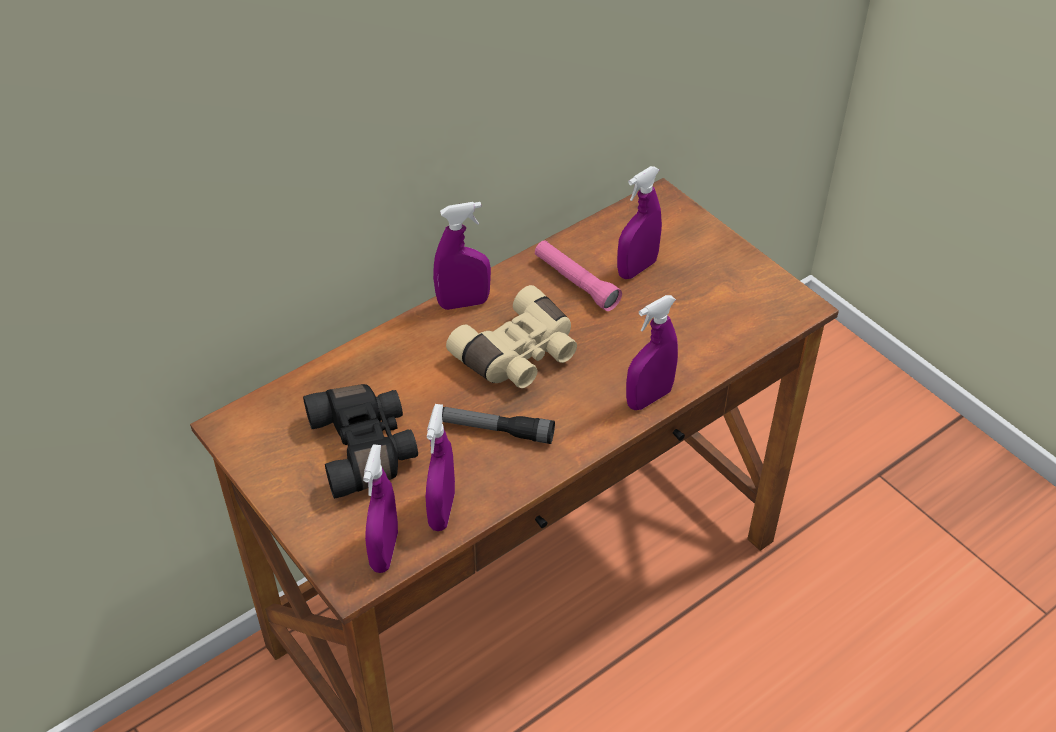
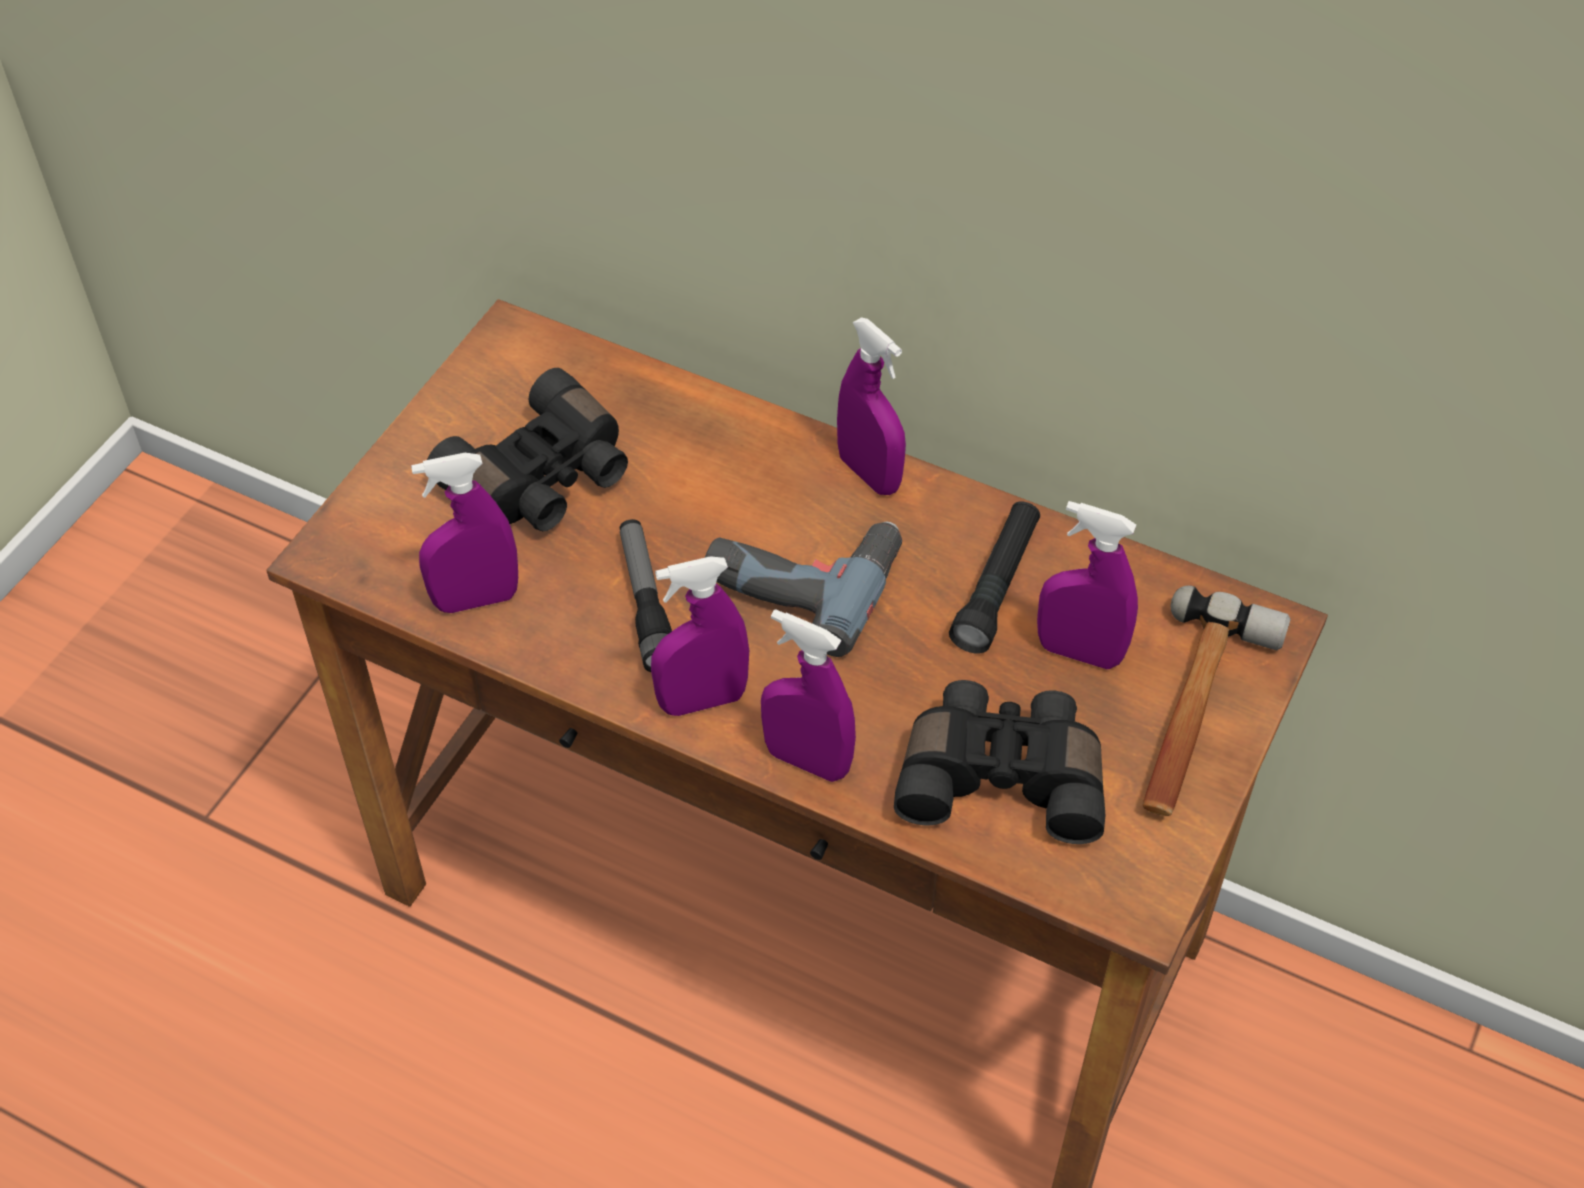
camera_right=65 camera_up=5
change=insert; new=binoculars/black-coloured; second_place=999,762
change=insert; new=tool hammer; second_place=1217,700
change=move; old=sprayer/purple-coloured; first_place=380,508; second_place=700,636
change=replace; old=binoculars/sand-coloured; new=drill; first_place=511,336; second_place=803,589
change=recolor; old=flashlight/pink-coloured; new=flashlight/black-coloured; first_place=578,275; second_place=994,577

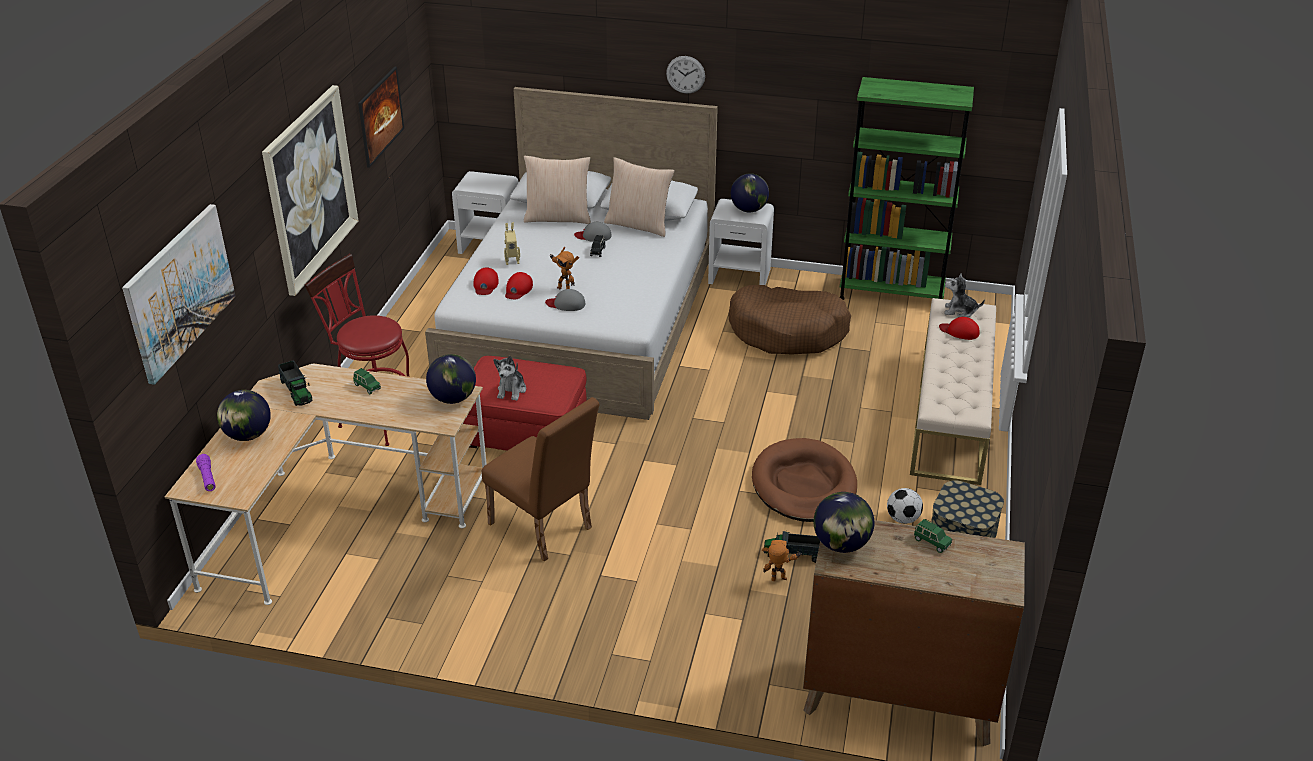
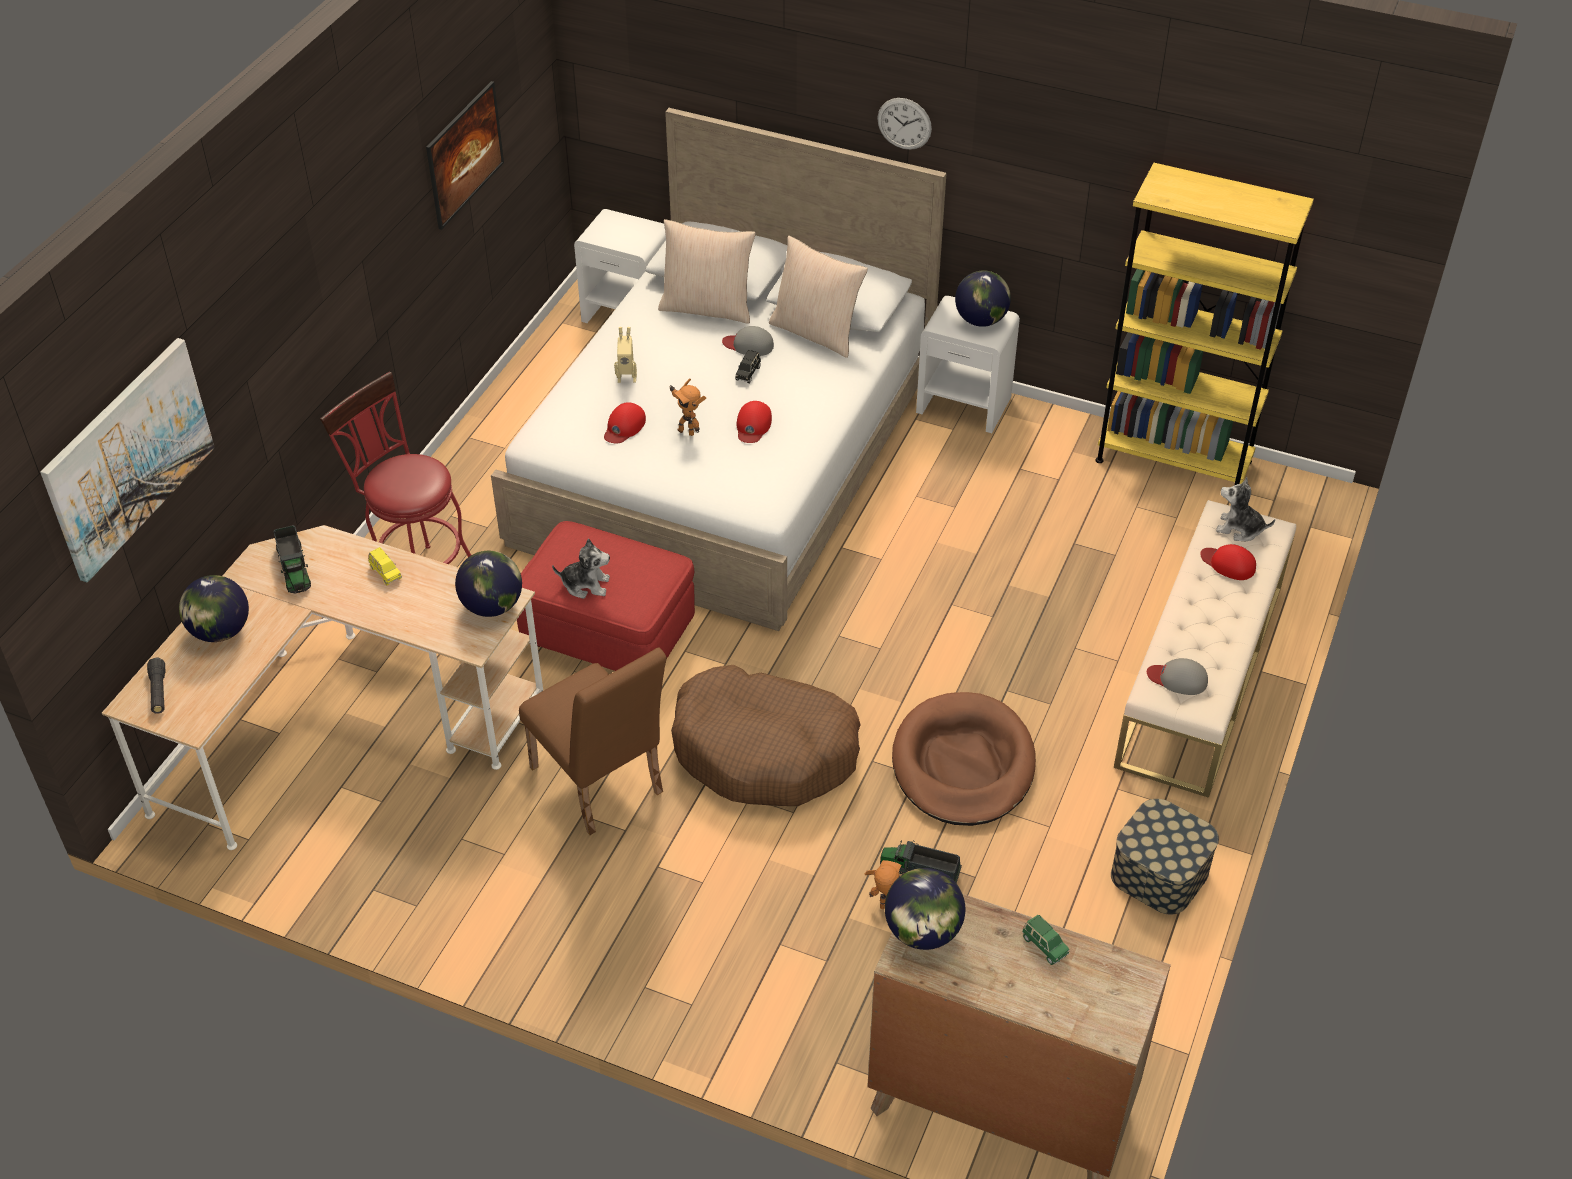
camera_right=10 camera_up=10
change=delete; old=wall art; first_place=310,190
change=delete; old=football; first_place=905,506
change=move; old=cap/reddish; first_place=486,281; second_place=754,422
change=move; old=cap/greyish; first_place=565,300; second_place=1177,676
change=move; old=dog bed/brown; first_place=789,320; second_place=766,735
change=recolor; old=flashlight/purple-coloured; new=flashlight/black-coloured; first_place=206,472; second_place=156,685
change=recolor; old=model car/greenish; new=model car/yellow; first_place=367,381; second_place=385,566
change=recolor; old=bookcase/greenish; new=bookcase/yellow; first_place=906,188; second_place=1204,324
change=rotate; old=soft toy; first_place=509,378; second_place=581,568; degrees=-105

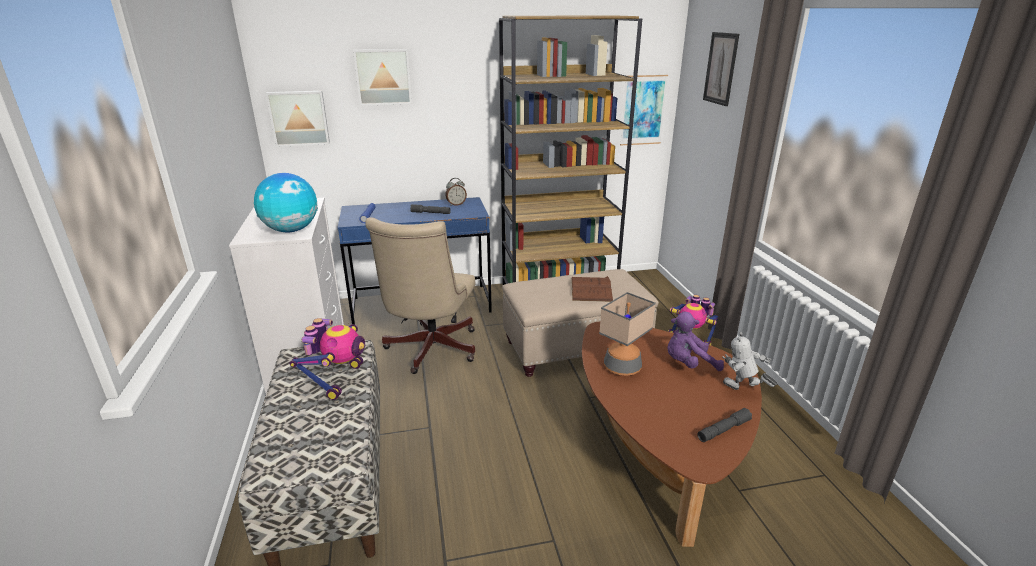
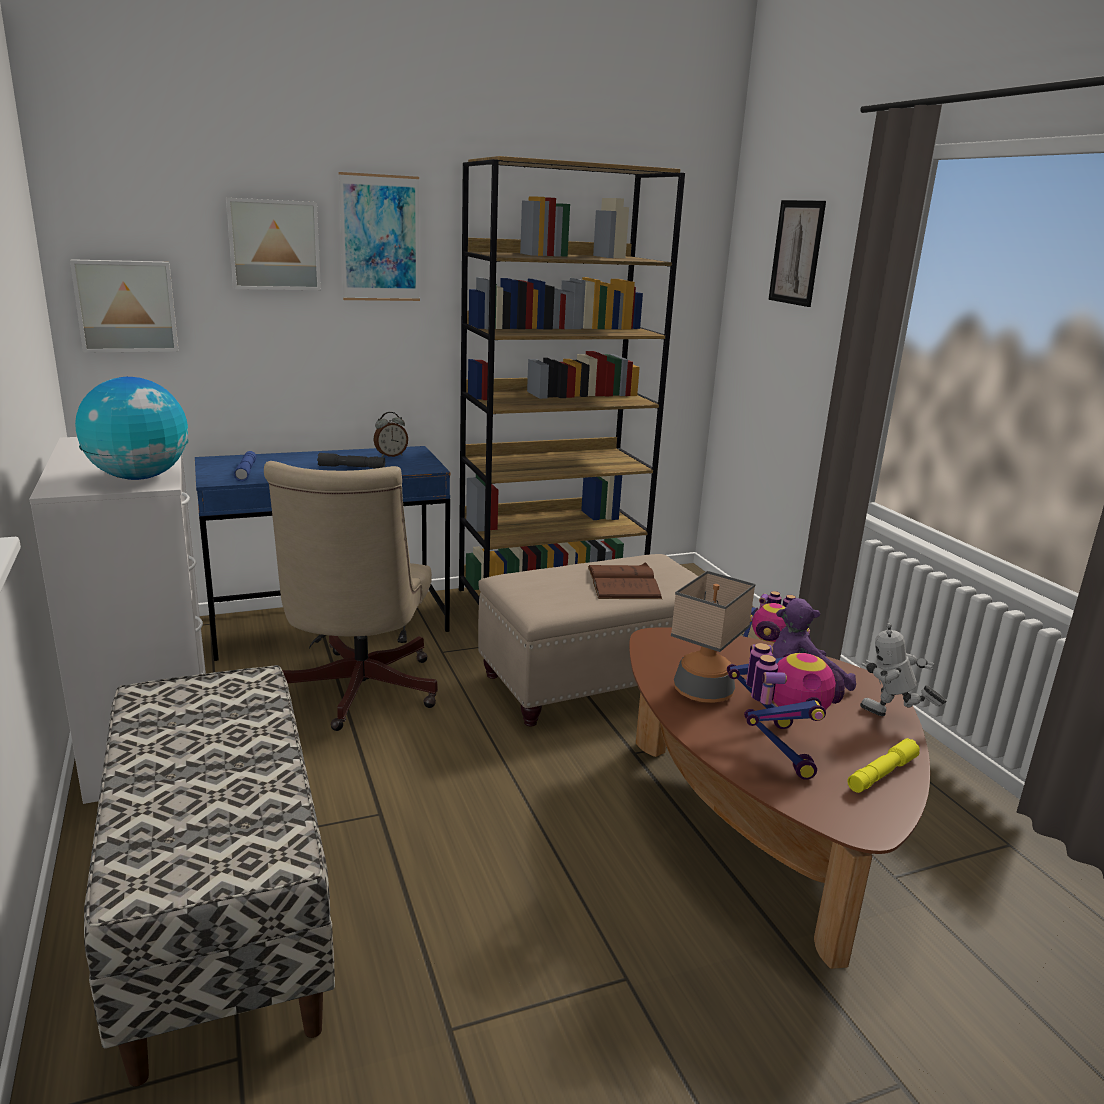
camera_right=-10 camera_up=-5
change=move; old=toy robot; first_place=327,359; second_place=786,711
change=move; old=wall art; first_place=644,110; second_place=379,236
change=recolor; old=flashlight/greyish; new=flashlight/yellow; first_place=724,425; second_place=883,765

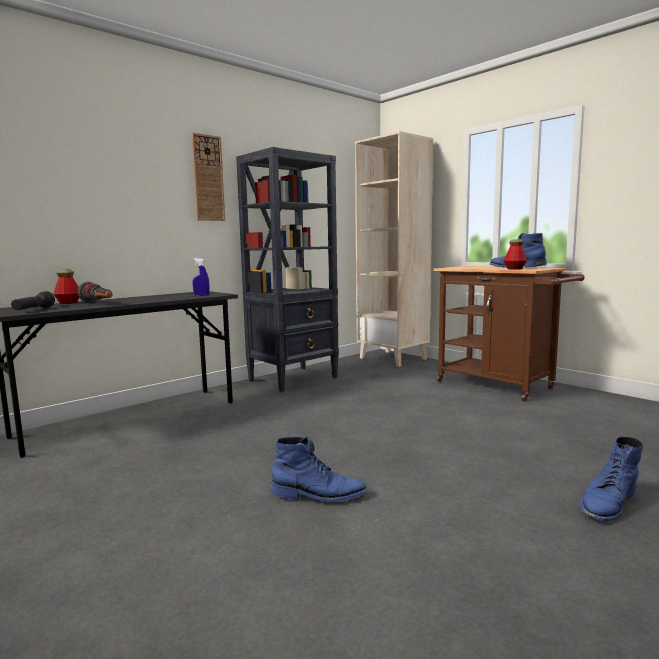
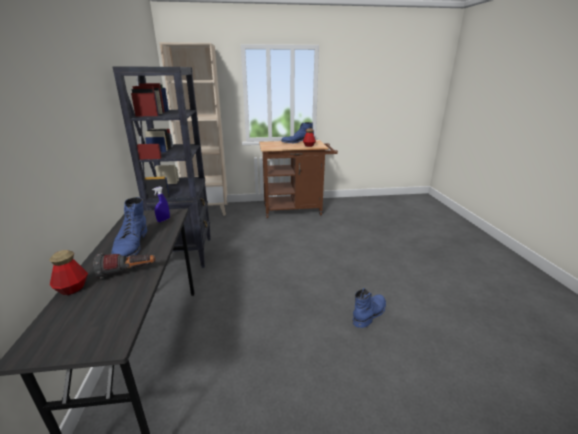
camera_right=-55 camera_up=15
change=delete; old=flashlight/black-coloured; first_place=33,300
change=delete; old=clock on the wall; first_place=208,177
change=move; old=boot/blue-coloured; first_place=612,478; second_place=129,227

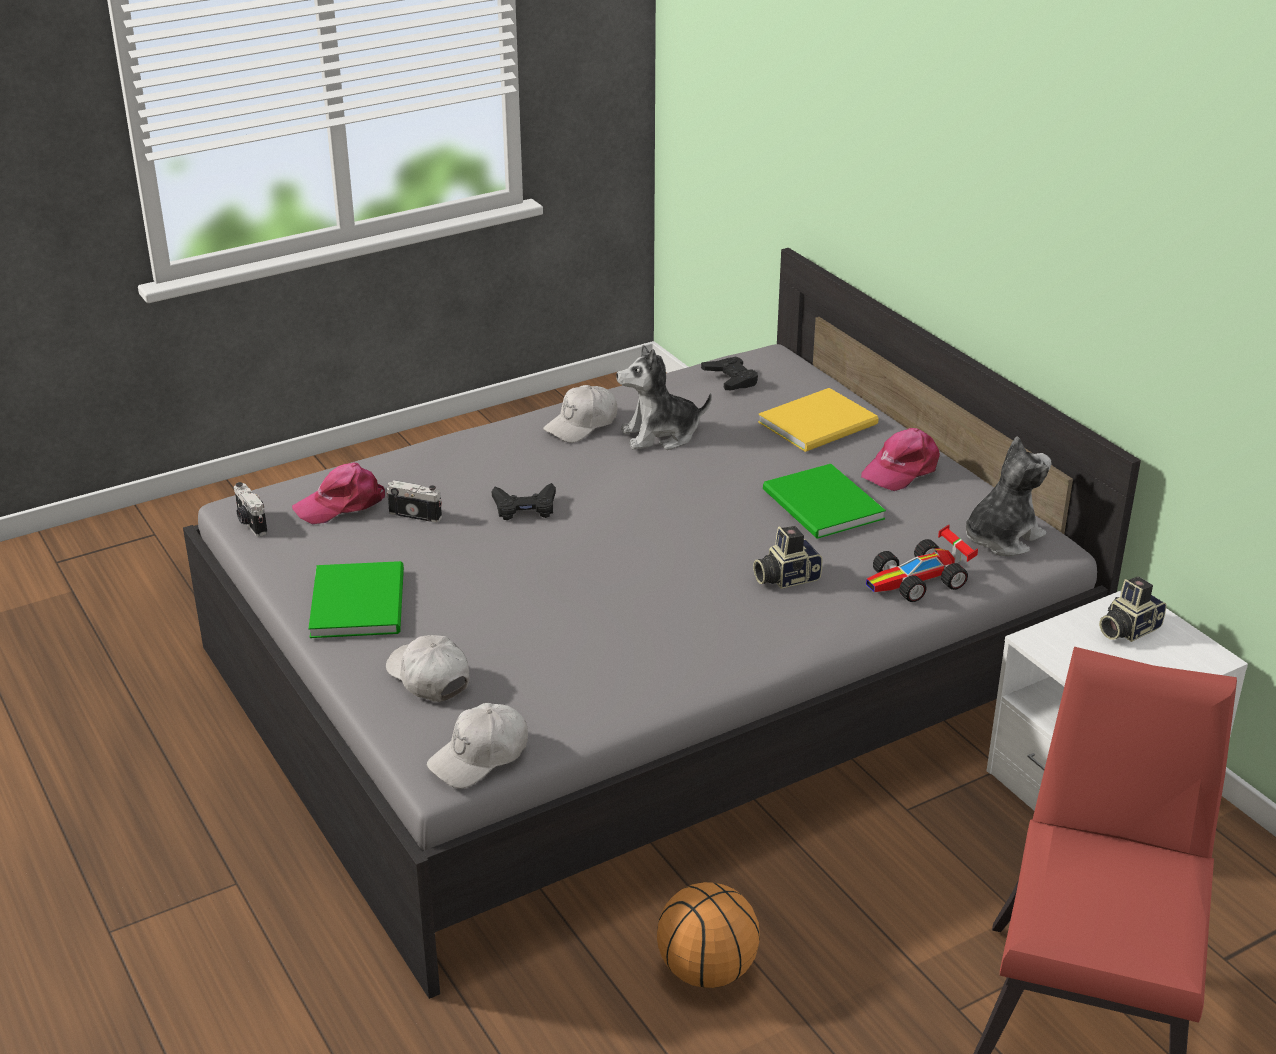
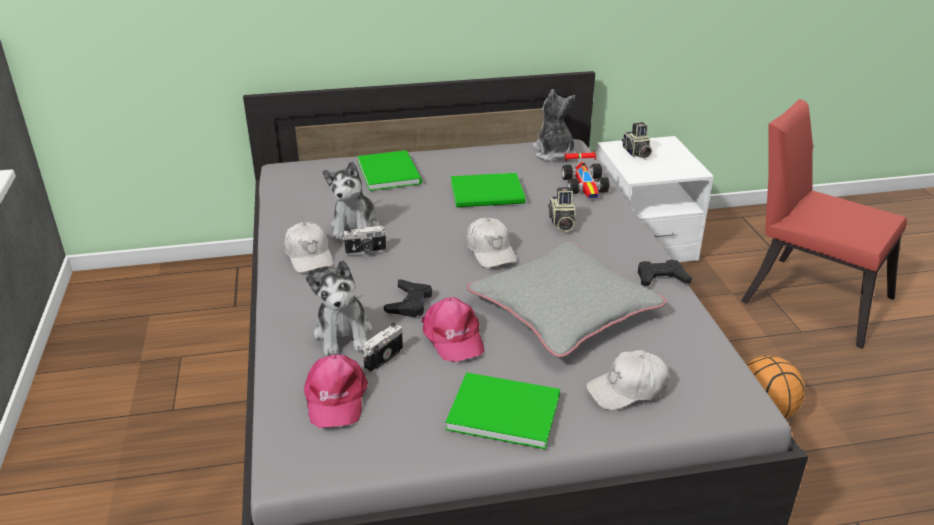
camera_right=-70 camera_up=0
change=insert; new=soft toy; second_place=339,308
change=insert; new=throw pillow/greyish; second_place=567,299
change=move; old=photo camera; first_place=251,509; second_place=364,240
change=move; old=cap/white; first_place=477,746; second_place=492,243
change=move; old=gamepad/black-coloured; first_place=729,373; second_place=665,273
change=move; old=cap/pink-coloured; first_place=900,459; second_place=452,329
change=recolor; old=volume/yellow; new=volume/greenish; first_place=818,420; second_place=390,170

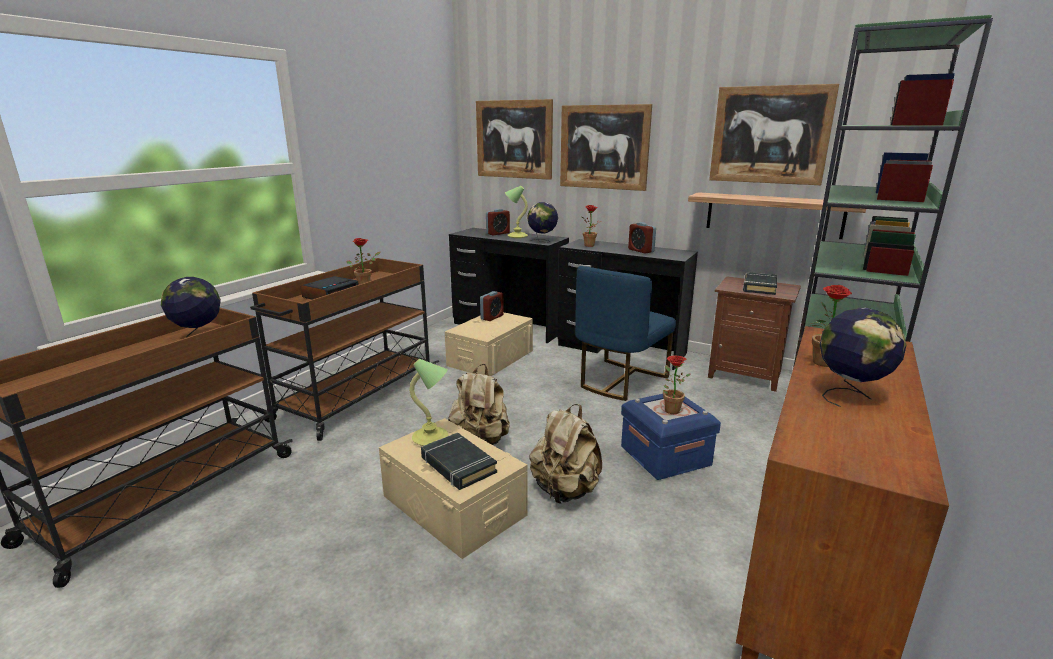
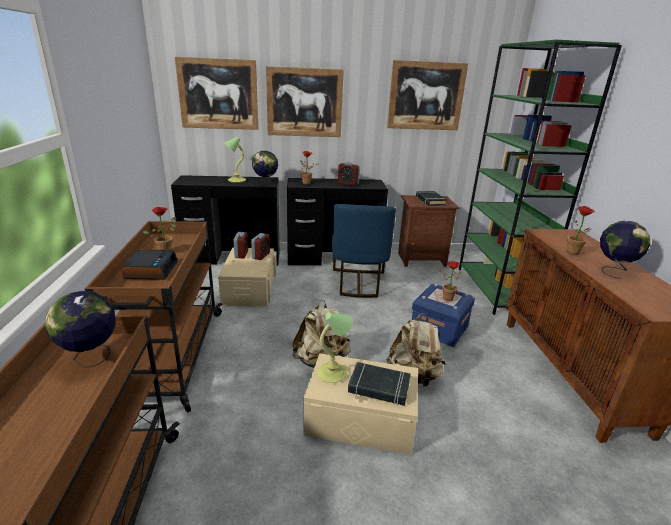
camera_right=-35 camera_up=5
change=delete; old=bracket shelf; first_place=777,215
change=move; old=table clock; first_place=498,222; second_place=260,246

